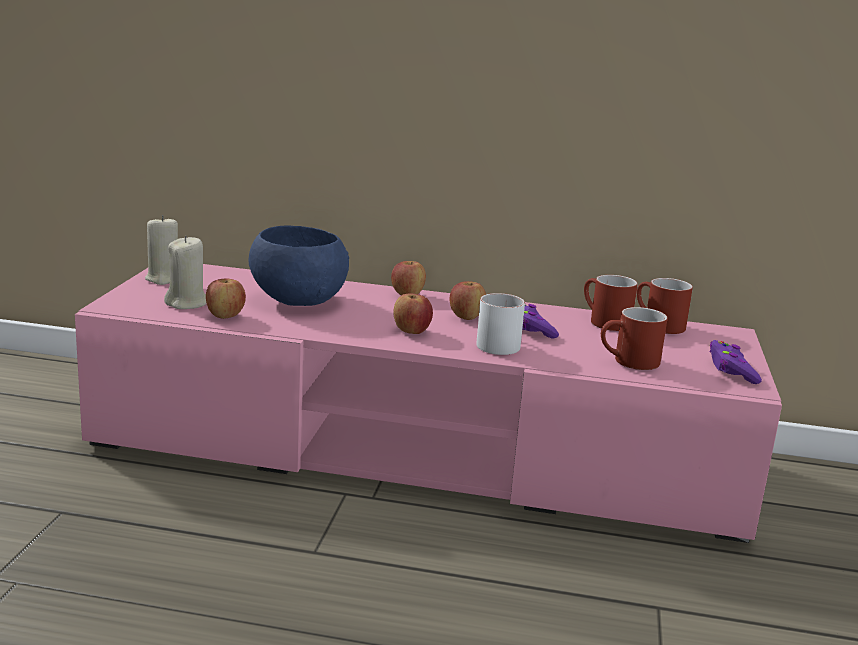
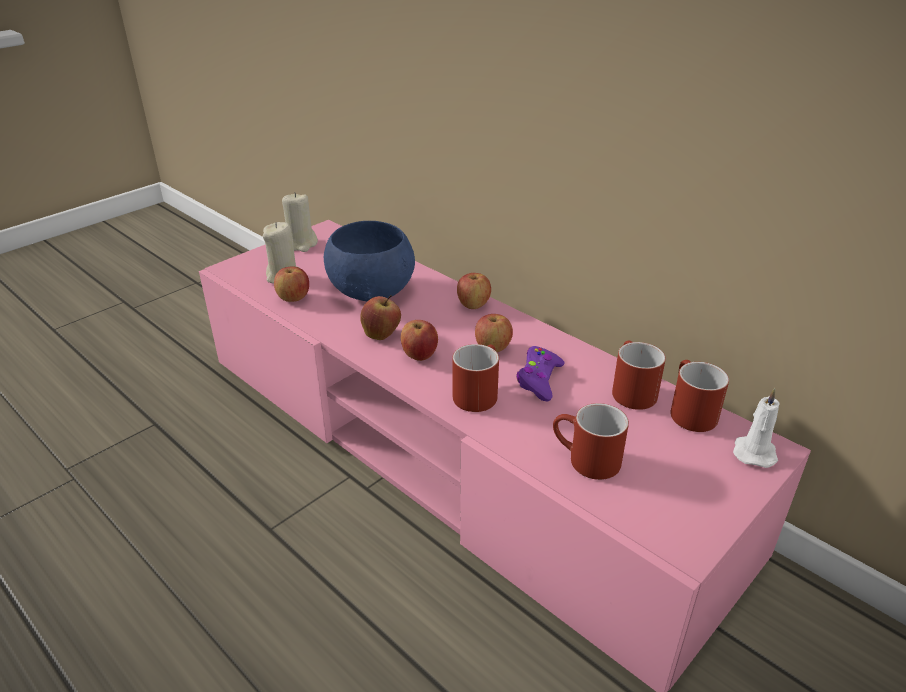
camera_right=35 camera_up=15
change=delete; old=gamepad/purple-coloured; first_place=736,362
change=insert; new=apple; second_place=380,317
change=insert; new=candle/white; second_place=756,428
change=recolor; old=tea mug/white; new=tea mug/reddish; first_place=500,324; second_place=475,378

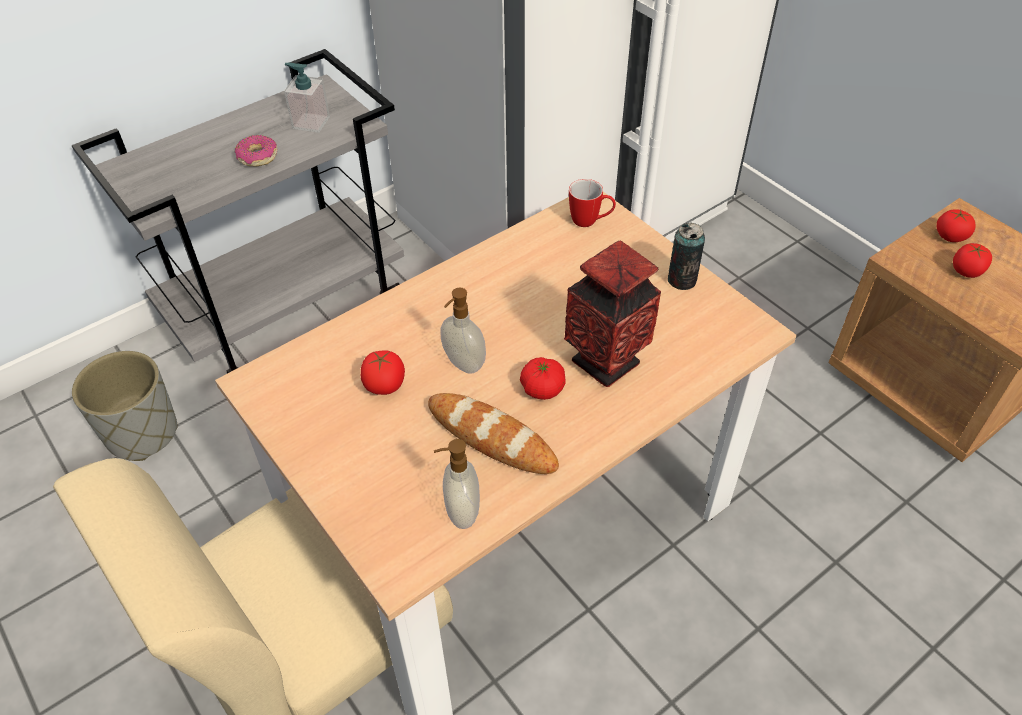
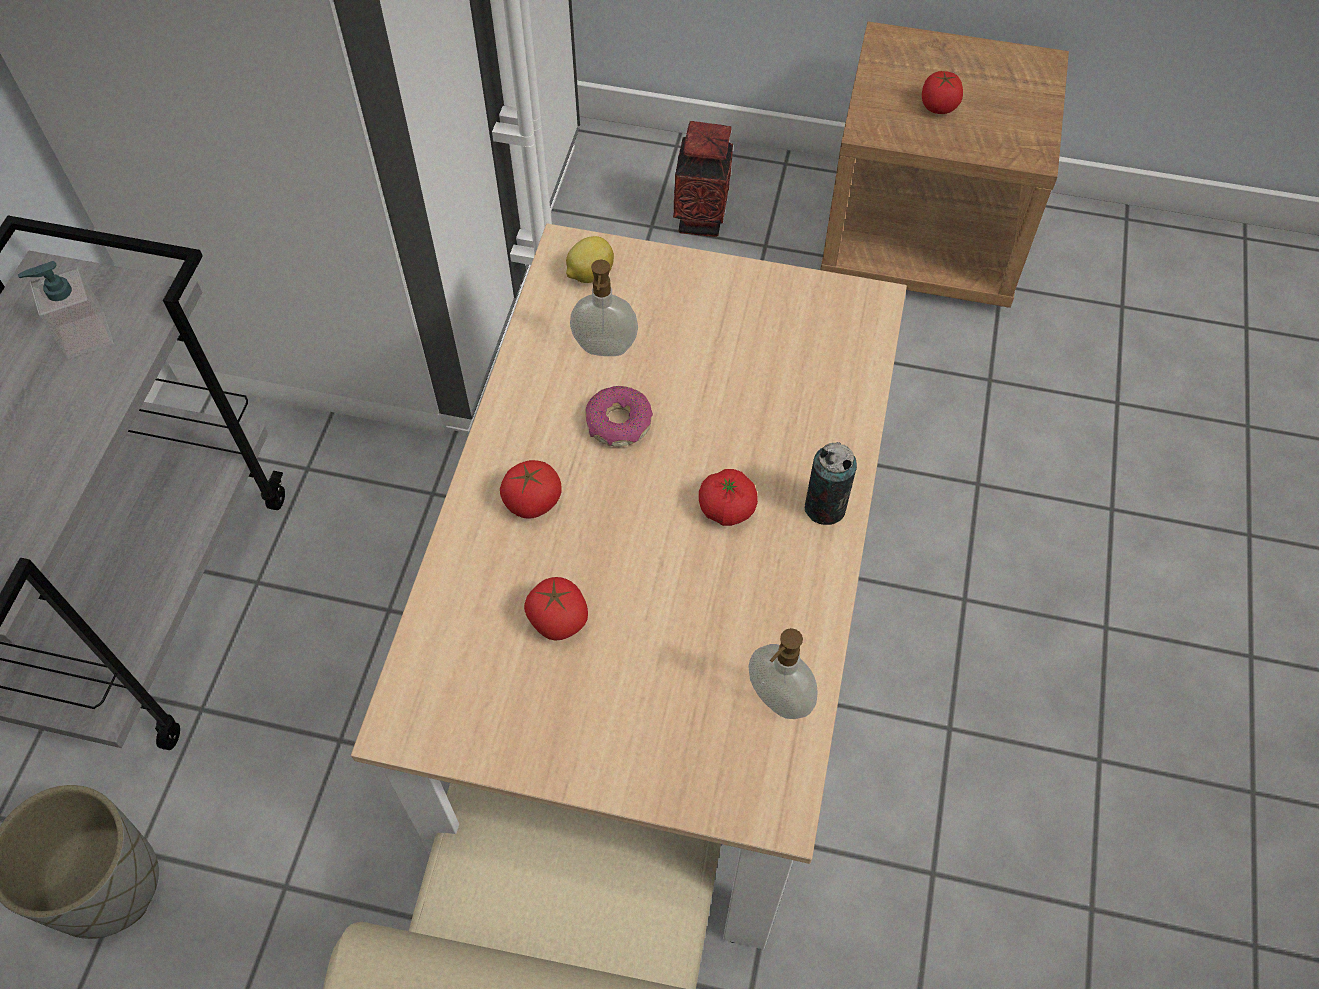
camera_right=-40 camera_up=10
change=delete; old=bakery bread; first_place=493,433
change=move; old=doughnut; first_place=256,151; second_place=619,416
change=move; old=soap dispenser; first_place=463,330; second_place=604,307
change=move; old=flower vase; first_place=612,314; second_place=703,179
change=move; old=metal can; first_place=686,256; second_place=831,483
change=move; old=tomato; first_place=956,225; second_place=531,489
change=replace; old=tea mug; new=whole lemon; first_place=592,203; second_place=590,259

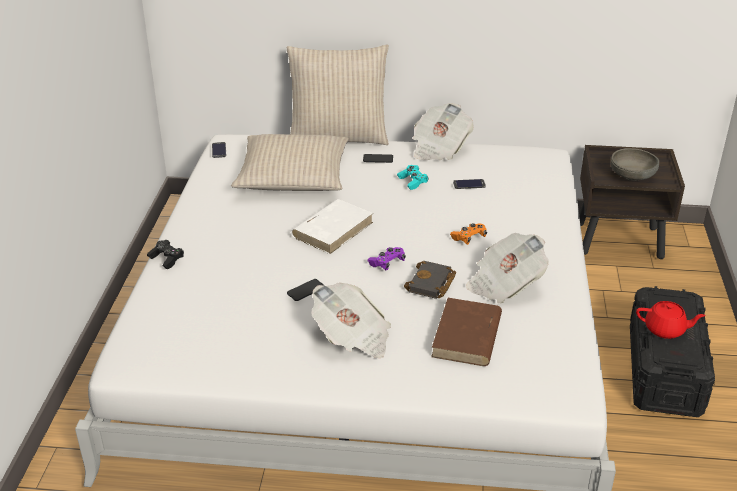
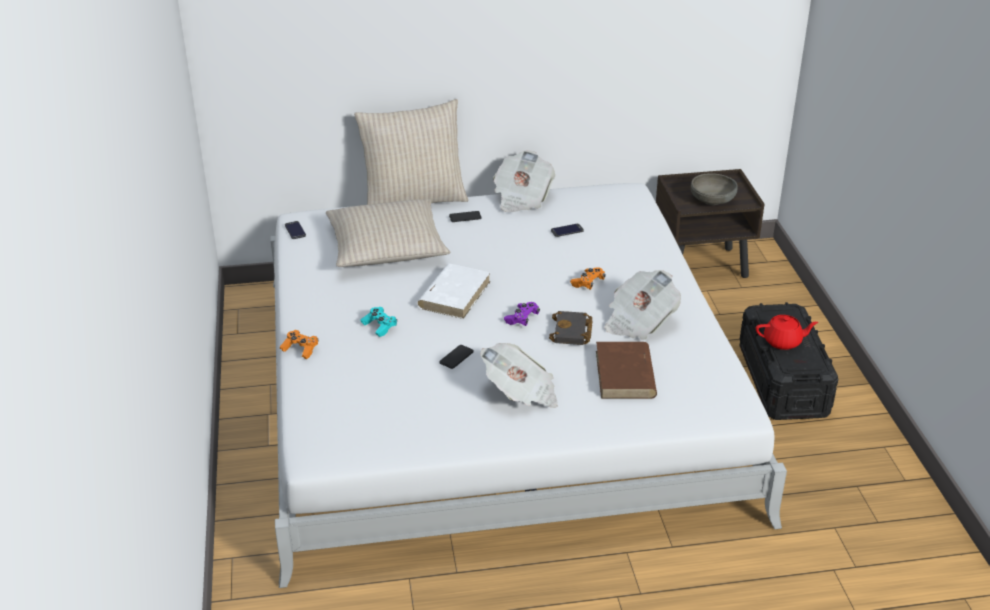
camera_right=-15 camera_up=0
change=move; old=gamepad/blue-green; first_place=413,177; second_place=378,322
change=recolor; old=gamepad/black-coloured; new=gamepad/orange-coloured; first_place=165,254; second_place=299,344

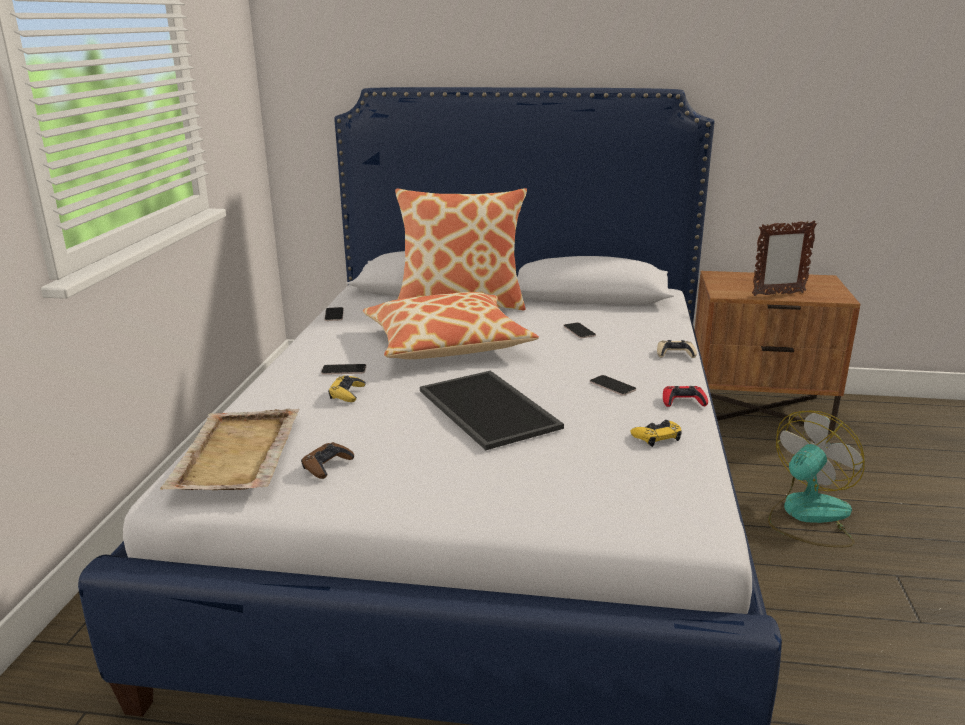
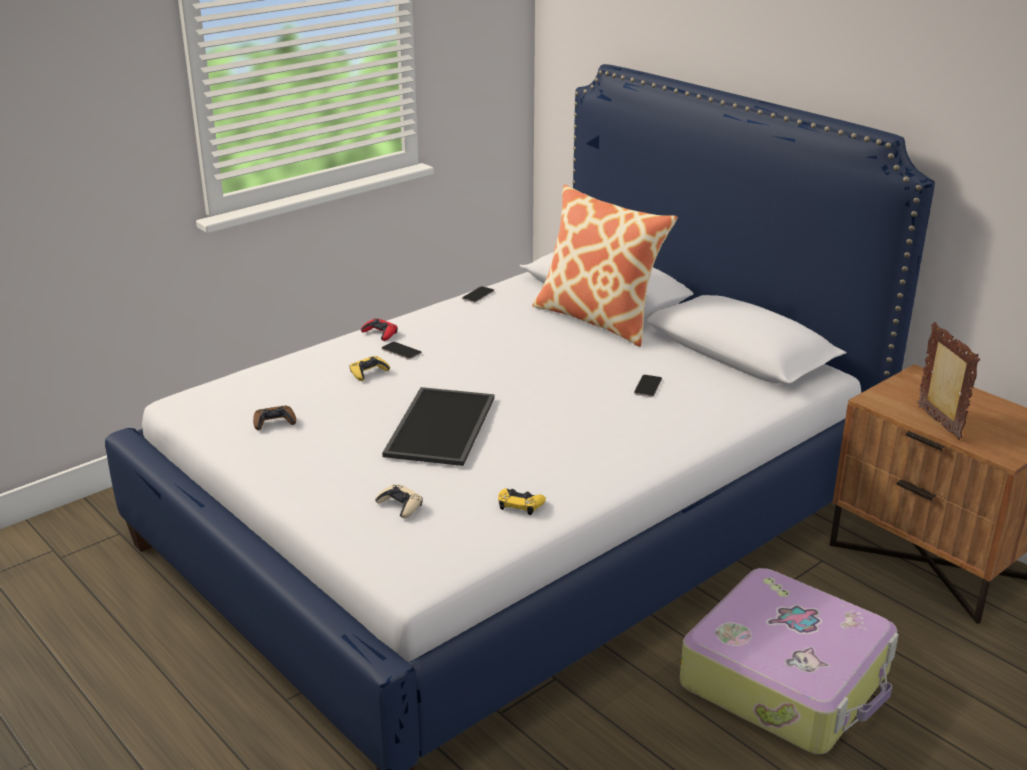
camera_right=40 camera_up=5
change=delete; old=serving tray/sand-coloured; first_place=229,449
change=delete; old=throw pillow; first_place=451,325
change=delete; old=telephone; first_place=613,385
change=move; old=gamepad/sand-coloured; first_place=677,349; second_place=399,501
change=move; old=gamepad/reddish; first_place=685,396; second_place=379,330
change=replace; old=electric fan; new=piece of luggage; first_place=816,479; second_place=789,661
change=rotate; old=standing frame; first_place=784,258; second_place=948,381; degrees=-135

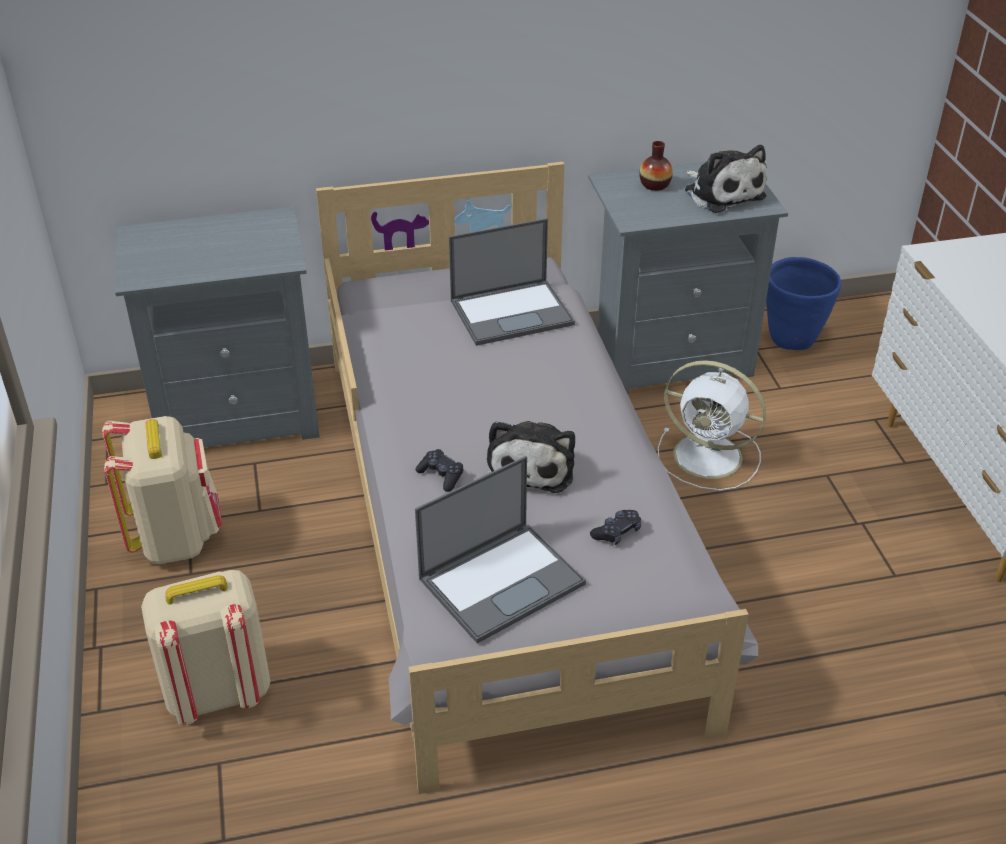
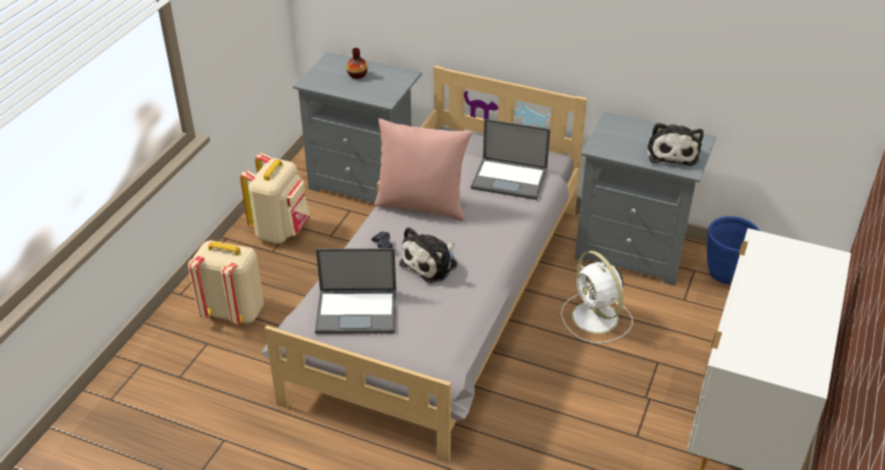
camera_right=35 camera_up=0
change=delete; old=gamepad/black-coloured; first_place=615,527
change=insert; new=throw pillow/pink-coloured; second_place=423,169
change=move; old=flower vase; first_place=656,166; second_place=357,63

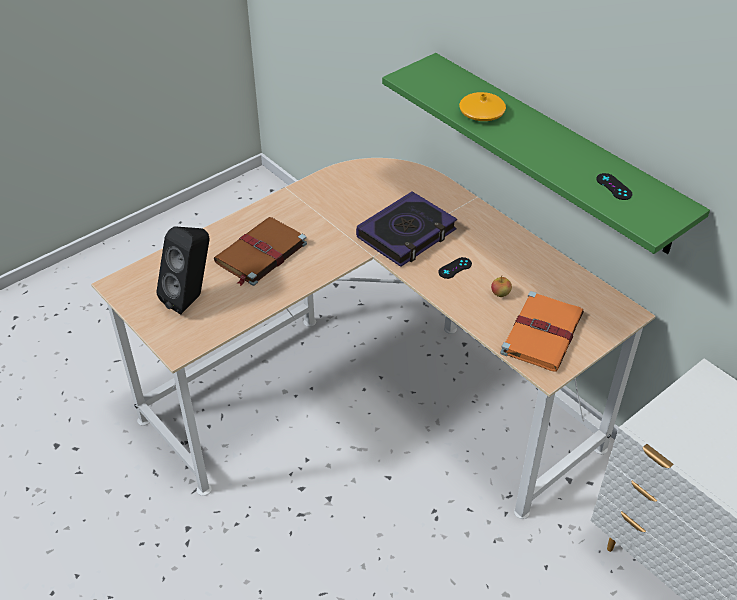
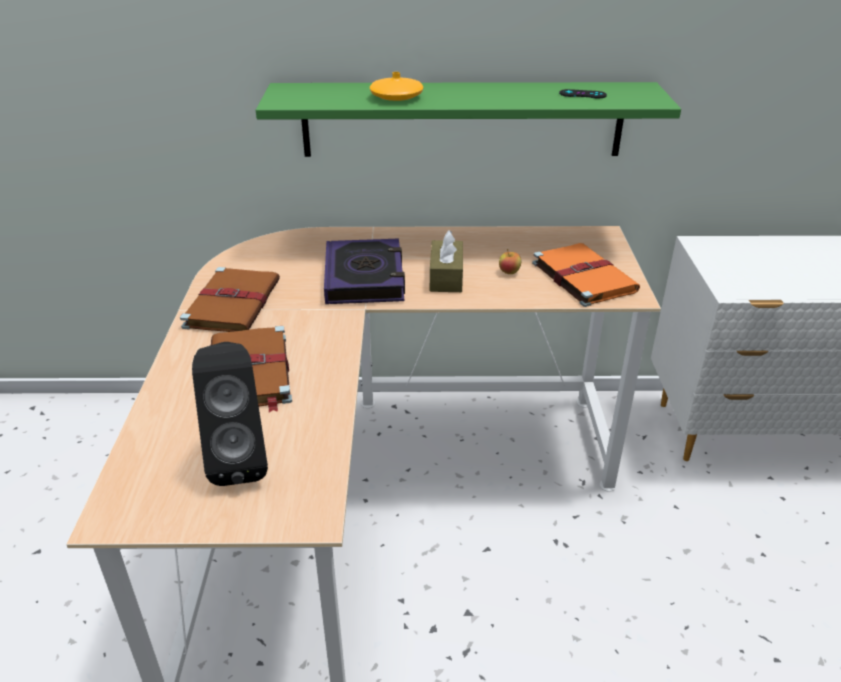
camera_right=-50 camera_up=-10
change=insert; new=volume/brown; second_place=230,299
change=replace; old=gamepad/black-coloured; new=tissue box/brown; first_place=455,268; second_place=446,261

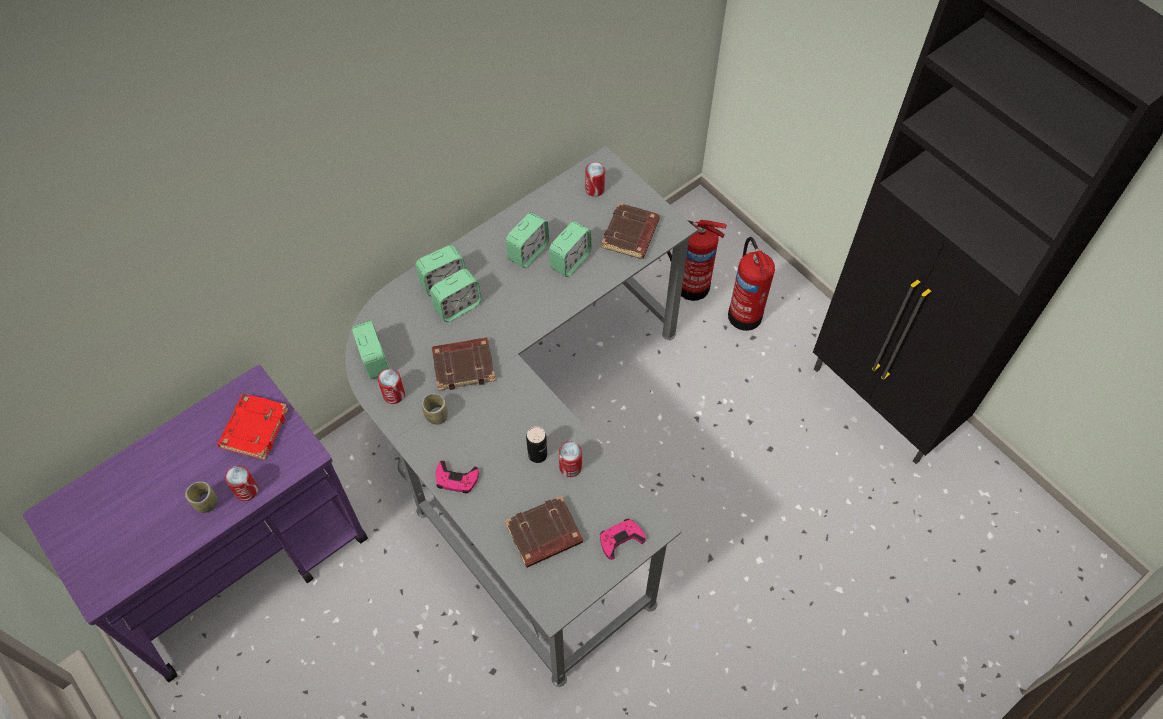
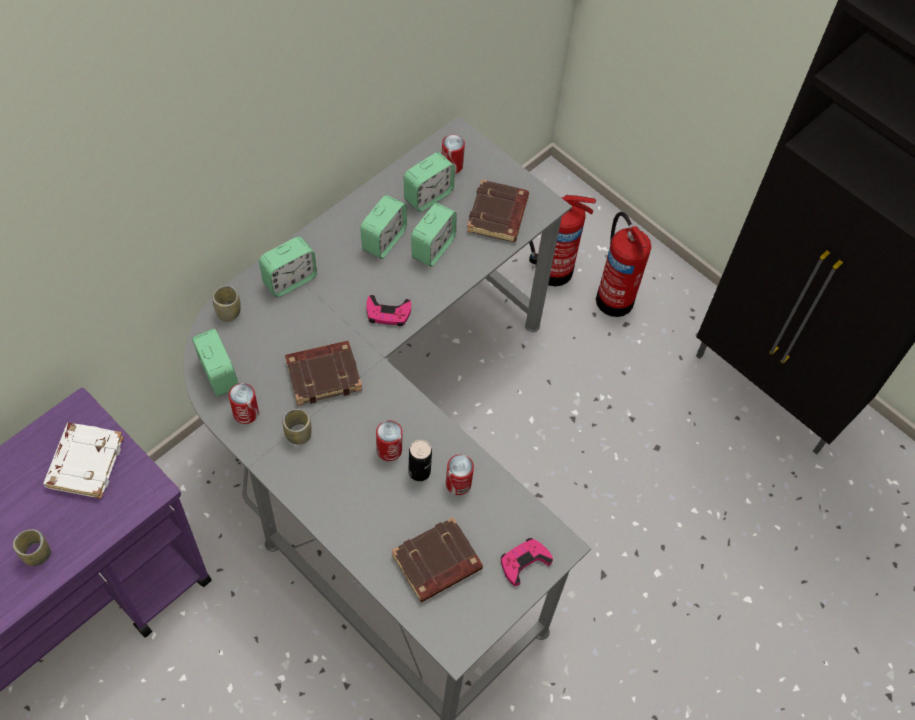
camera_right=-10 camera_up=0
change=insert; new=drinking cup; second_place=227,303
change=move; old=metal can; first_place=241,483; second_place=389,440
change=move; old=table clock; first_place=456,295; second_place=429,182
change=move; old=gamepad/pink-coloured; first_place=457,477; second_place=388,310
change=recolor; old=volume/reddish; new=volume/white; first_place=253,427; second_place=83,461

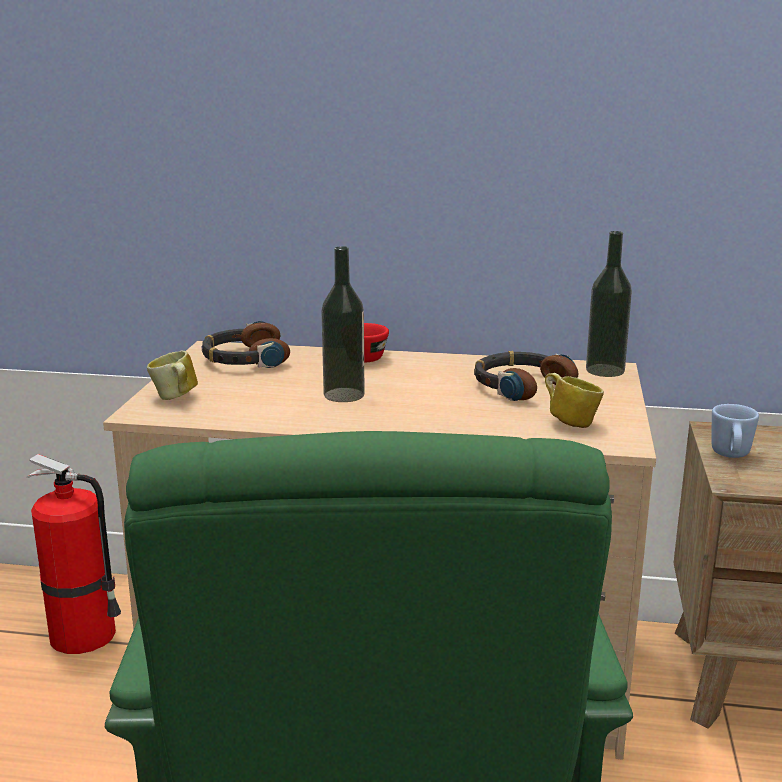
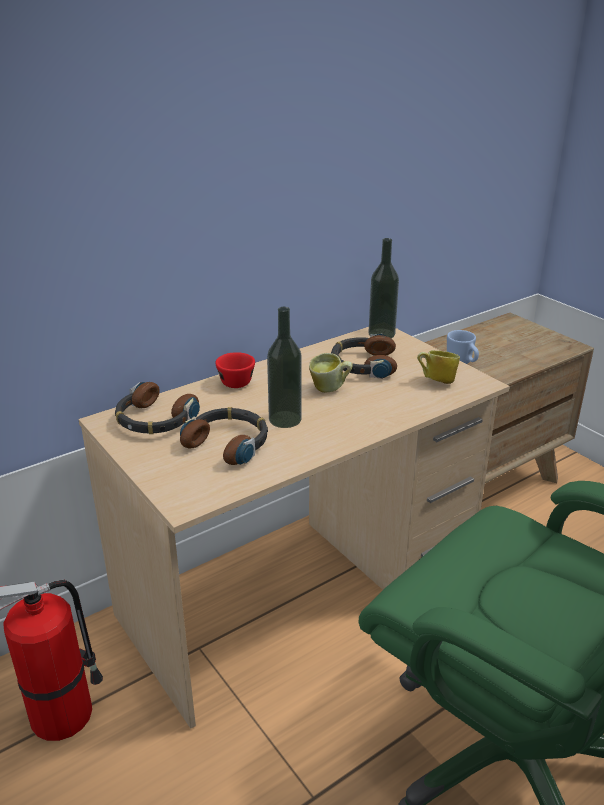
camera_right=-45 camera_up=10
change=insert; new=headphones; second_place=224,436
change=move; old=tea mug; first_place=172,375; second_place=331,373

